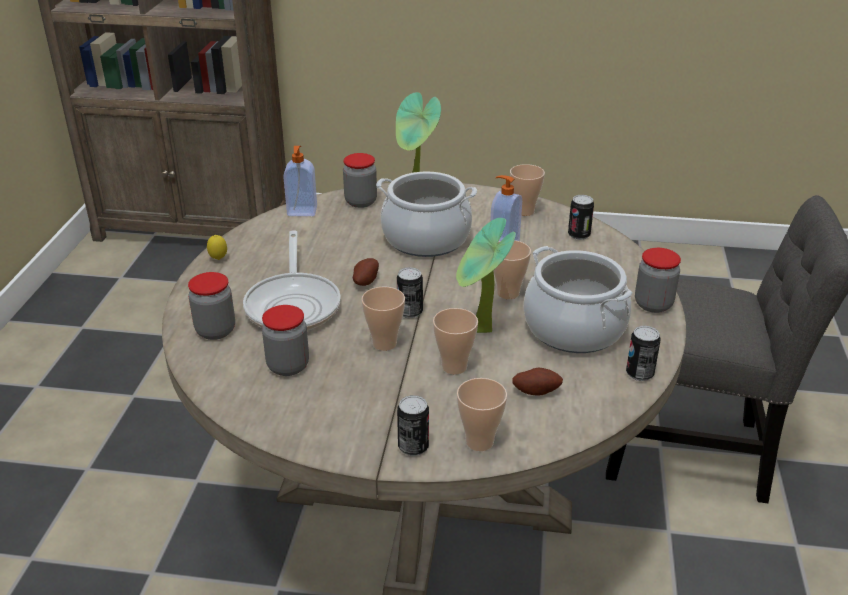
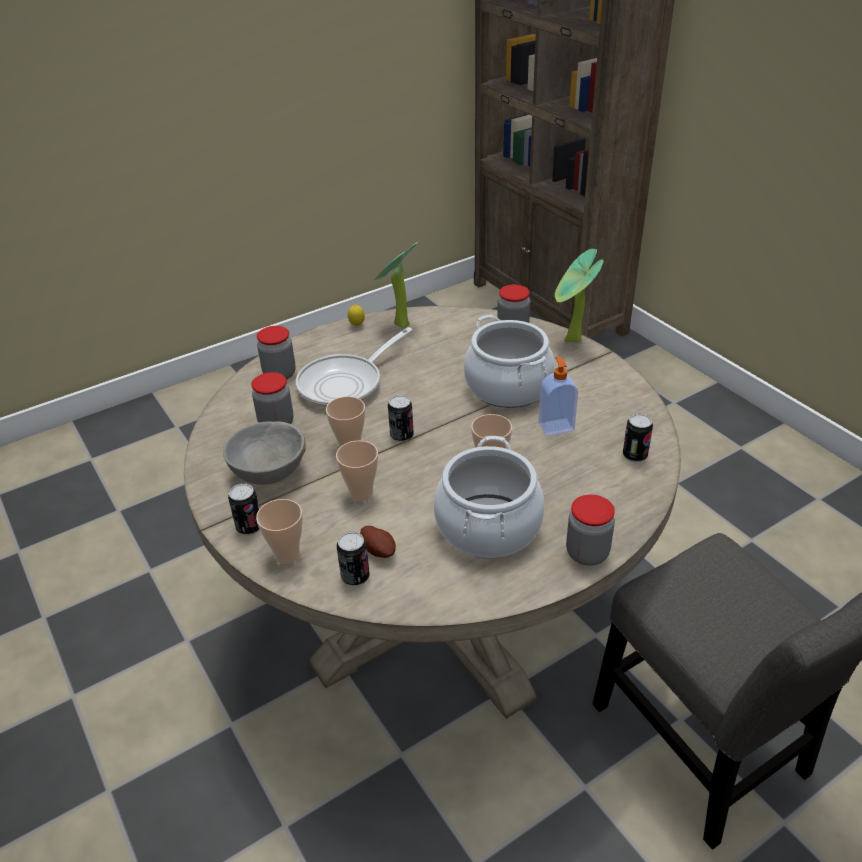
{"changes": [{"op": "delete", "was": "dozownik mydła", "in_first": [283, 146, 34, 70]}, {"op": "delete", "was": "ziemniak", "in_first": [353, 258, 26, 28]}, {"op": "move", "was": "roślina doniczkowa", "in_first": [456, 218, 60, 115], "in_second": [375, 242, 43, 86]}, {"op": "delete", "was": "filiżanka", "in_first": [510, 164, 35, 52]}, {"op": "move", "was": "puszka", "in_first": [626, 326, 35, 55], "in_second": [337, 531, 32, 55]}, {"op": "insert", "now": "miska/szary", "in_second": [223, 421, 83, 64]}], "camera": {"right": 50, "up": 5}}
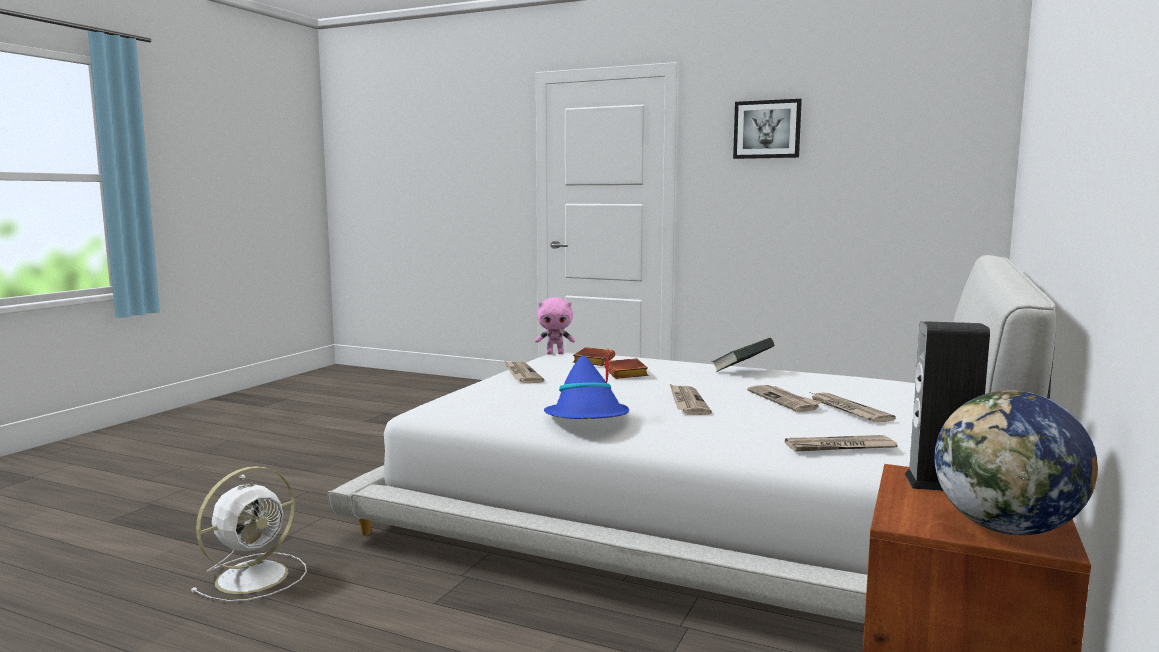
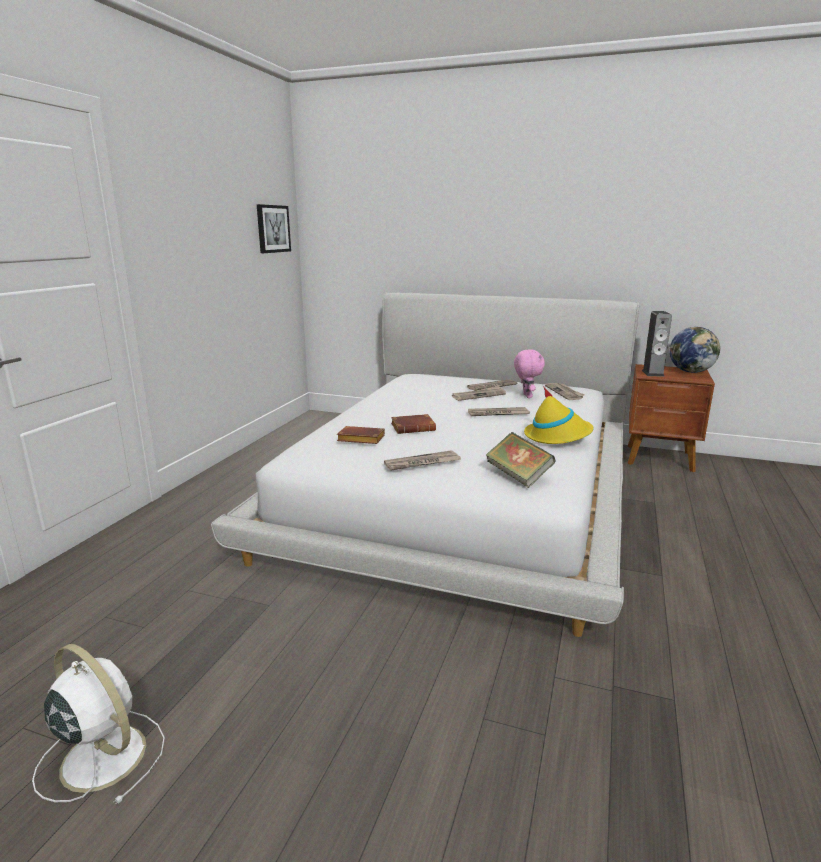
{"changes": [{"op": "move", "was": "wentylator/biały", "in_first": [190, 466, 117, 136], "in_second": [32, 644, 133, 161]}, {"op": "move", "was": "pluszak/różowy", "in_first": [535, 297, 40, 57], "in_second": [514, 349, 31, 49]}, {"op": "recolor", "was": "kapelusz/niebieski", "now": "kapelusz/żółty", "in_first": [544, 351, 85, 68], "in_second": [524, 386, 70, 58]}, {"op": "move", "was": "książka", "in_first": [712, 337, 63, 35], "in_second": [486, 432, 69, 56]}, {"op": "move", "was": "obraz", "in_first": [733, 99, 69, 60], "in_second": [257, 204, 34, 49]}], "camera": {"right": -95, "up": 10}}
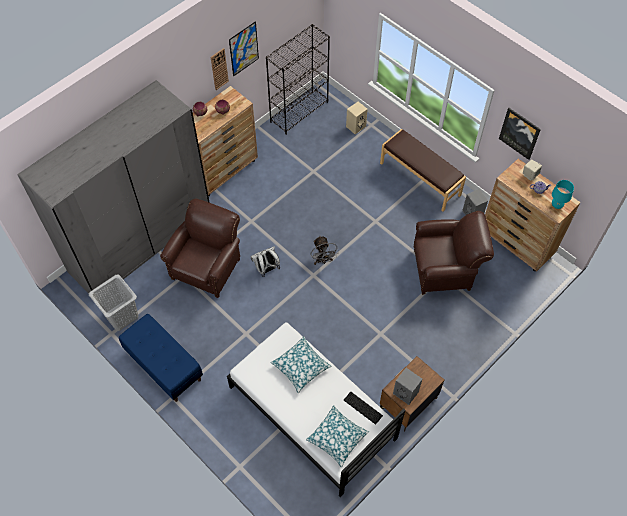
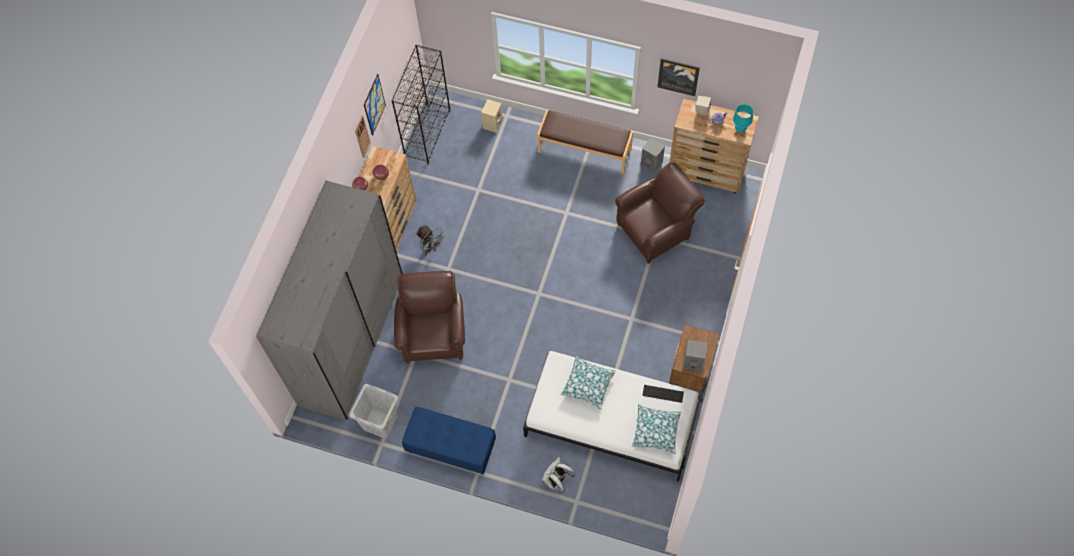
{"changes": [{"op": "move", "was": "plecak/biały", "in_first": [251, 246, 29, 30], "in_second": [542, 457, 33, 36]}, {"op": "move", "was": "wentylator/szary", "in_first": [311, 236, 28, 29], "in_second": [416, 225, 30, 31]}], "camera": {"right": -25, "up": 5}}
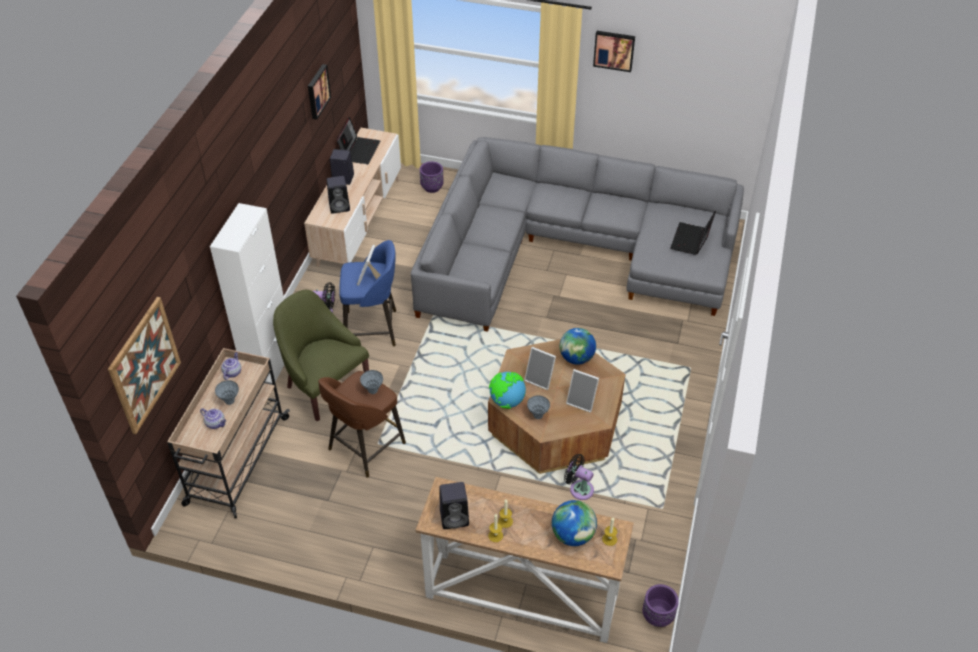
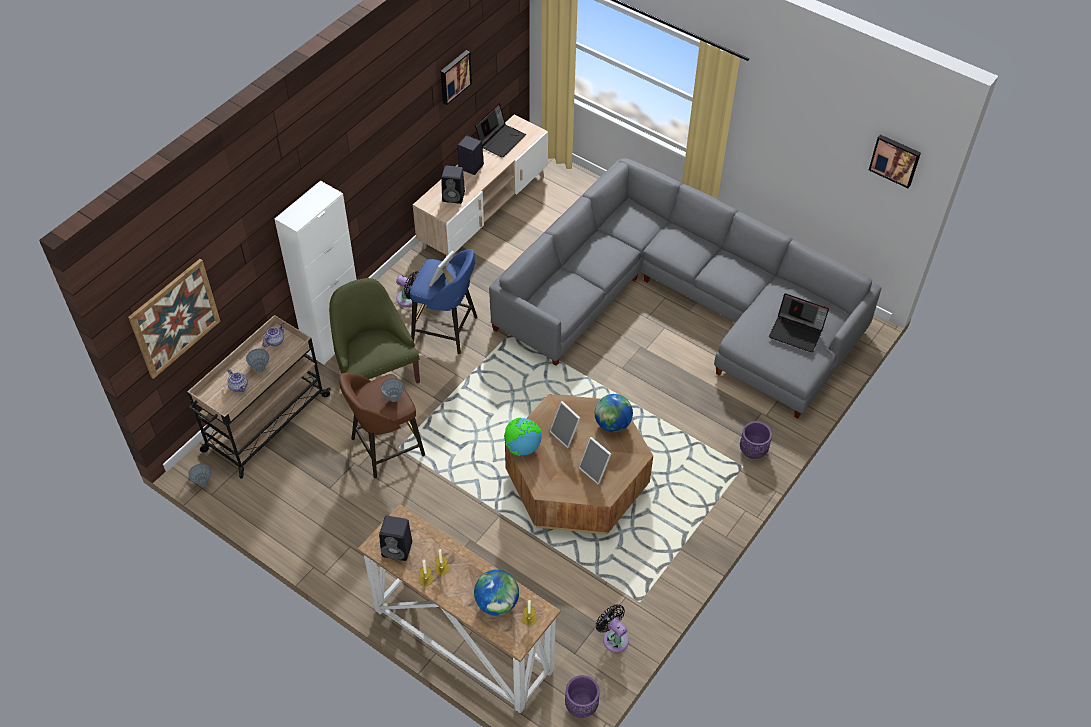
{"changes": [{"op": "move", "was": "donica/fioletowy", "in_first": [420, 161, 24, 32], "in_second": [740, 421, 32, 38]}, {"op": "move", "was": "wazon/szary", "in_first": [527, 395, 23, 24], "in_second": [188, 464, 23, 23]}, {"op": "move", "was": "wentylator/czarny", "in_first": [564, 454, 30, 46], "in_second": [595, 604, 34, 48]}, {"op": "move", "was": "obraz", "in_first": [593, 31, 42, 41], "in_second": [869, 134, 52, 54]}, {"op": "rotate", "was": "laptop", "in_first": [671, 210, 45, 45], "in_second": [769, 293, 60, 59], "clockwise": -105}], "camera": {"right": 20, "up": 5}}
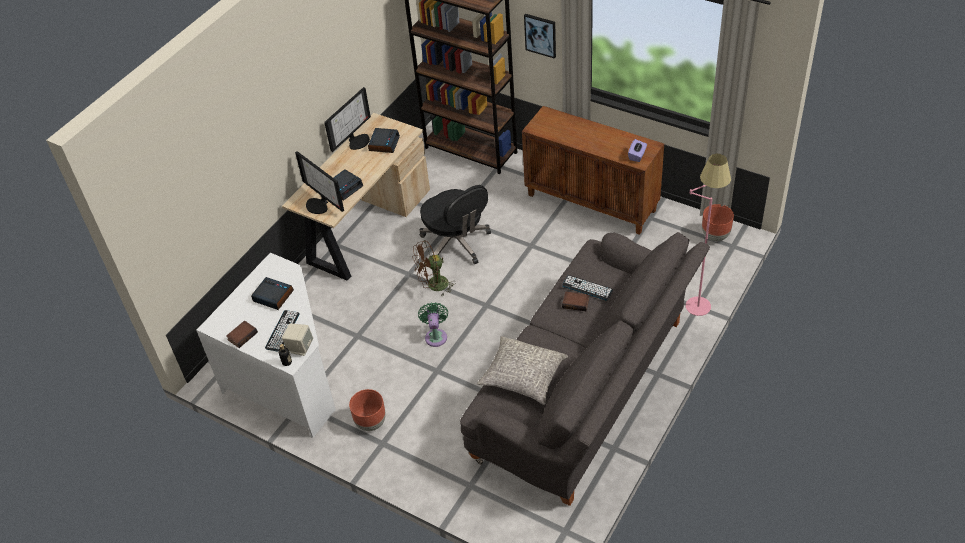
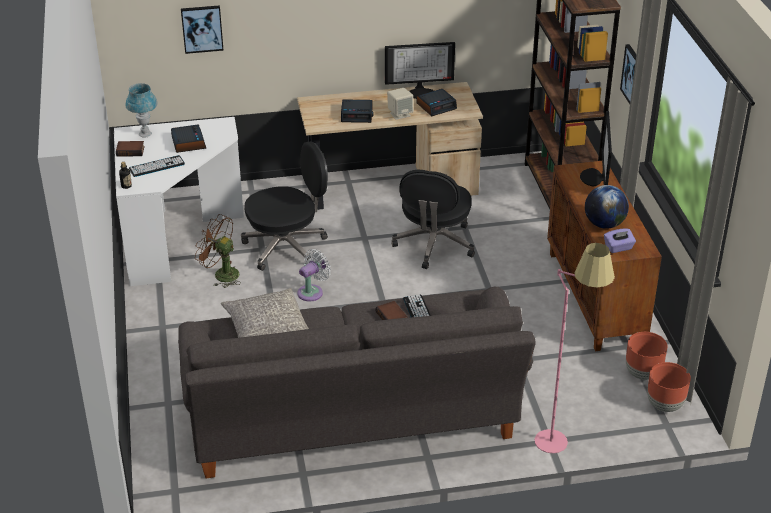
{"changes": [{"op": "move", "was": "głośnik/beżowy", "in_first": [282, 324, 31, 32], "in_second": [387, 88, 27, 32]}, {"op": "move", "was": "monitor", "in_first": [295, 151, 49, 63], "in_second": [580, 111, 32, 75]}, {"op": "move", "was": "donica/brązowy", "in_first": [349, 389, 37, 42], "in_second": [626, 332, 41, 48]}, {"op": "move", "was": "wentylator/brązowy", "in_first": [413, 240, 43, 56], "in_second": [195, 214, 46, 74]}, {"op": "recolor", "was": "wentylator/zielony", "now": "wentylator/biały", "in_first": [418, 302, 30, 45], "in_second": [298, 249, 33, 52]}, {"op": "insert", "now": "lampa stołowa/niebieski", "in_second": [126, 83, 32, 55]}, {"op": "insert", "now": "obraz", "in_second": [181, 5, 43, 49]}, {"op": "insert", "now": "krzesło biurowe/czarny", "in_second": [241, 141, 87, 130]}, {"op": "insert", "now": "globus", "in_second": [585, 185, 44, 44]}], "camera": {"right": 45, "up": -10}}
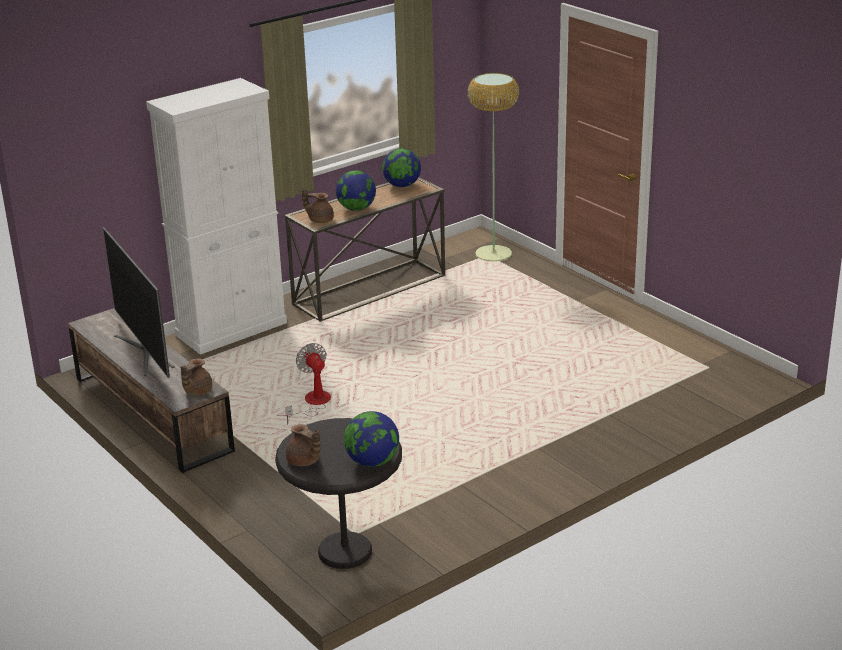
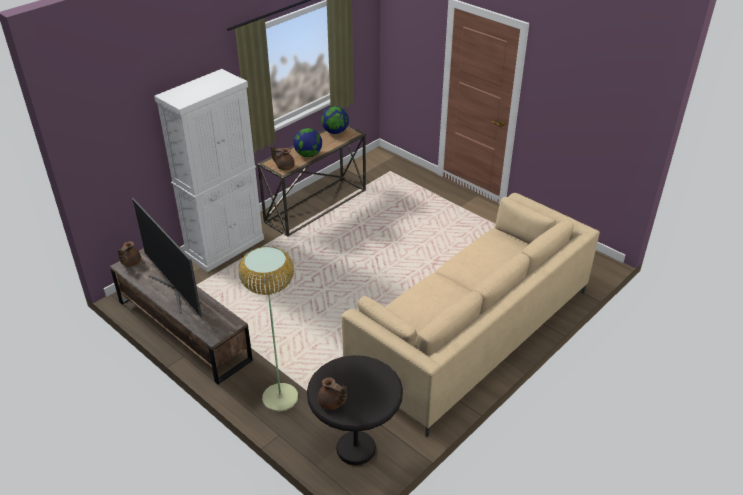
{"changes": [{"op": "move", "was": "imbryk/brązowy", "in_first": [181, 359, 31, 36], "in_second": [118, 241, 23, 25]}, {"op": "delete", "was": "wentylator", "in_first": [285, 343, 46, 82]}, {"op": "delete", "was": "globus", "in_first": [344, 411, 55, 56]}, {"op": "move", "was": "lampa stojąca", "in_first": [468, 73, 51, 189], "in_second": [238, 246, 60, 166]}, {"op": "insert", "now": "kanapa/beżowy", "in_second": [342, 193, 258, 244]}], "camera": {"right": -10, "up": 10}}
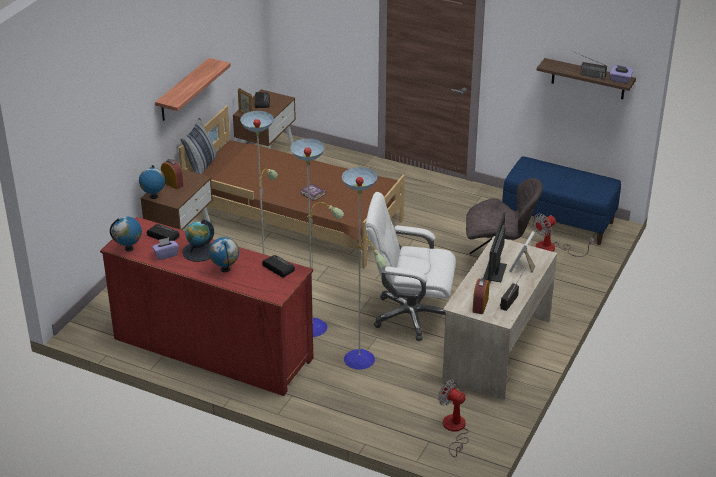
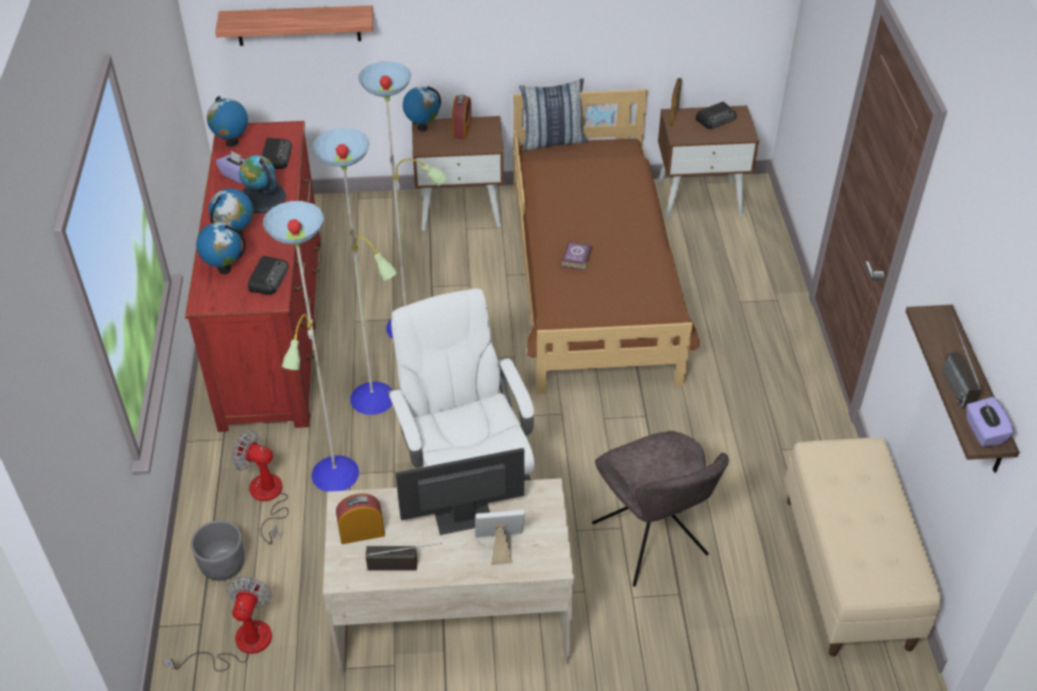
{"changes": [{"op": "move", "was": "półka", "in_first": [155, 58, 76, 63], "in_second": [215, 5, 158, 41]}, {"op": "recolor", "was": "ławka/niebieski", "now": "ławka/beżowy", "in_first": [502, 156, 119, 89], "in_second": [784, 438, 157, 218]}, {"op": "move", "was": "wentylator", "in_first": [533, 214, 61, 43], "in_second": [232, 430, 57, 114]}, {"op": "insert", "now": "donica/szary", "in_second": [191, 520, 54, 61]}, {"op": "insert", "now": "globus", "in_second": [196, 222, 50, 52]}], "camera": {"right": 60, "up": 10}}
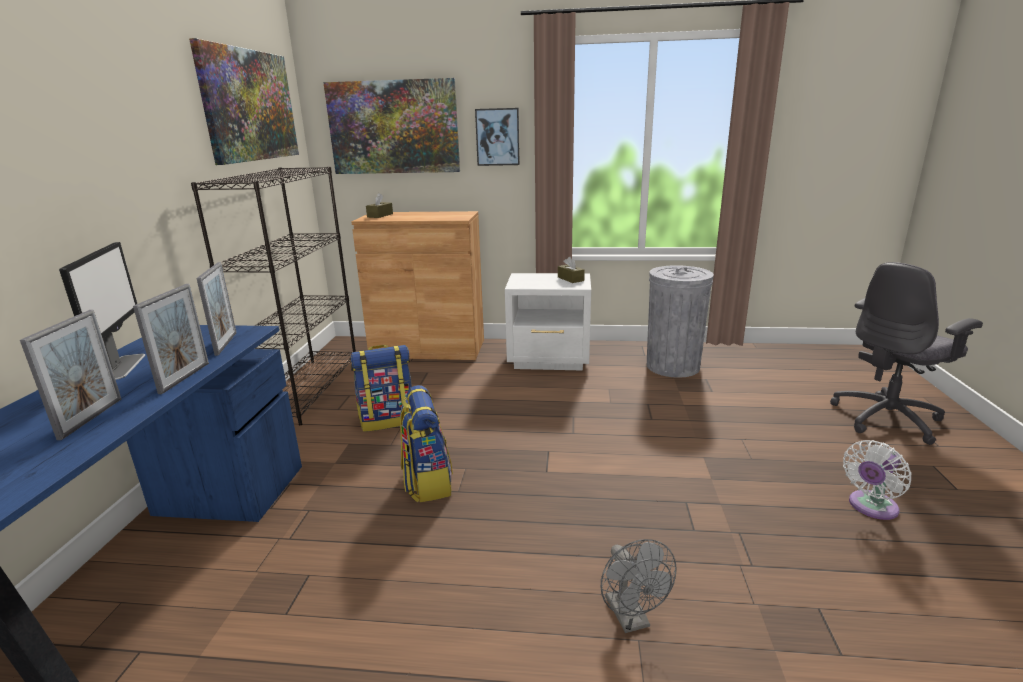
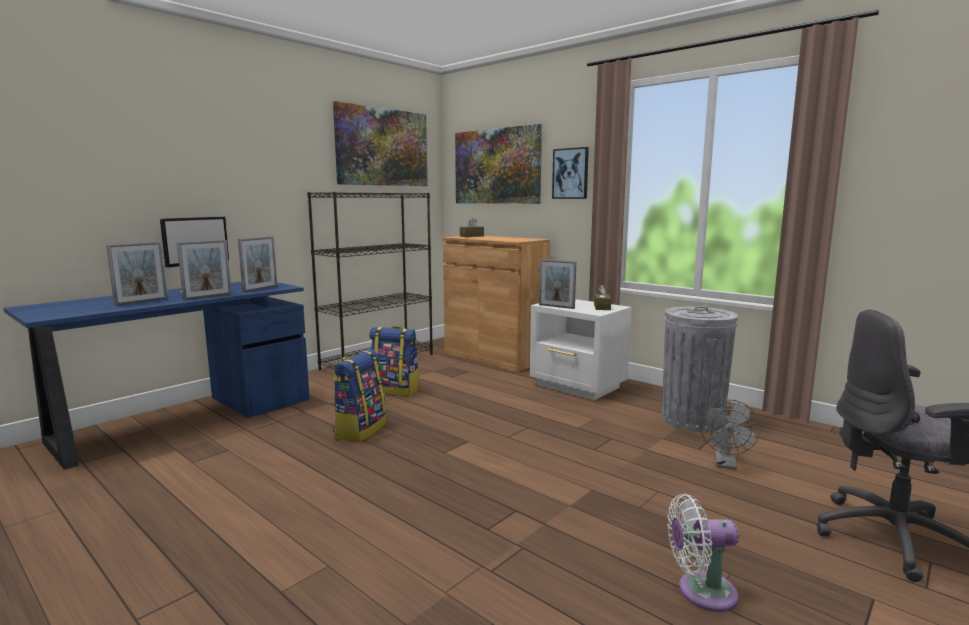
{"changes": [{"op": "move", "was": "wentylator/szary", "in_first": [601, 539, 76, 94], "in_second": [700, 399, 61, 71]}, {"op": "insert", "now": "ramka na zdjęcie", "in_second": [539, 259, 37, 50]}], "camera": {"right": 35, "up": -10}}
